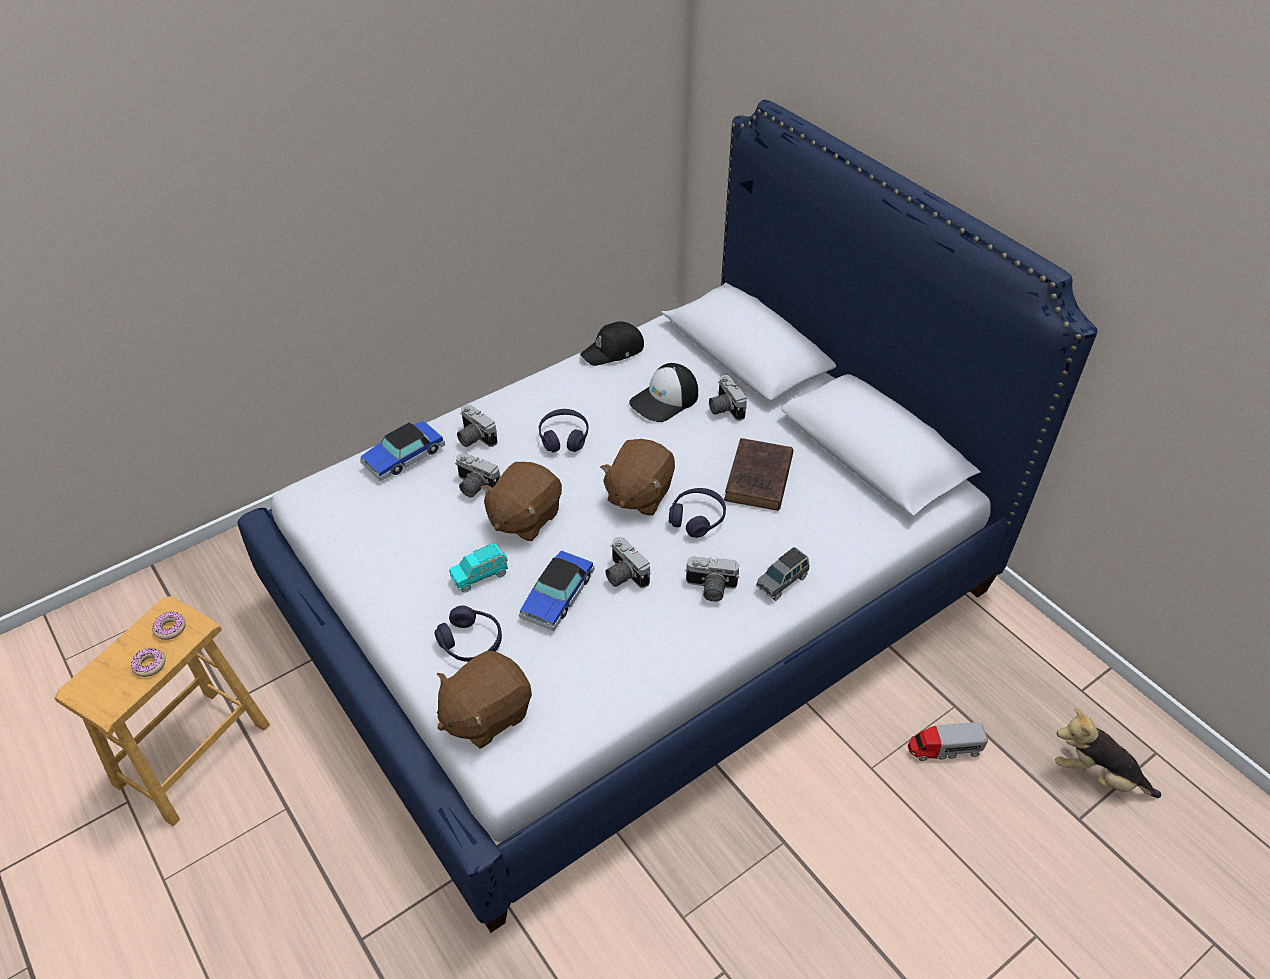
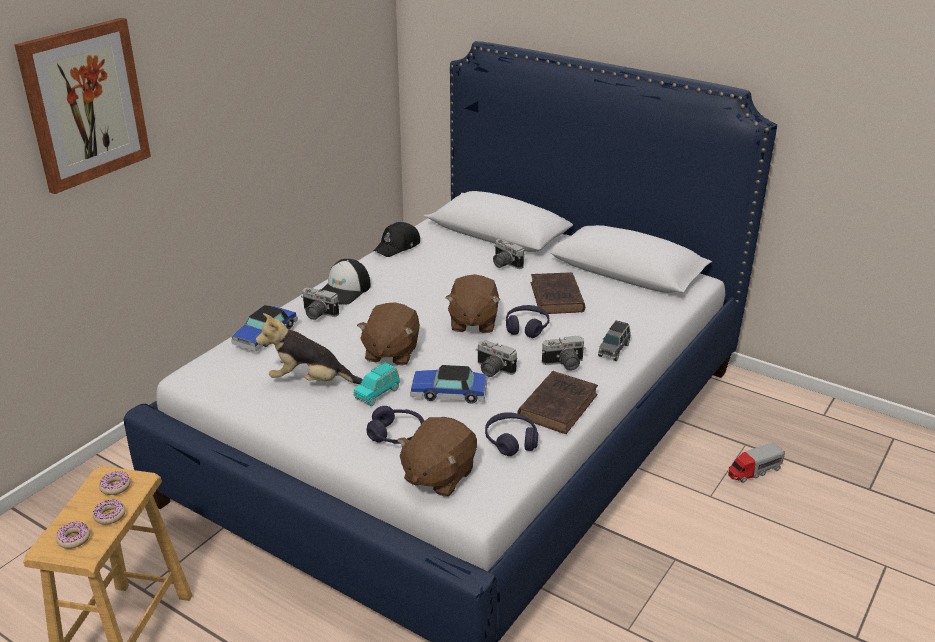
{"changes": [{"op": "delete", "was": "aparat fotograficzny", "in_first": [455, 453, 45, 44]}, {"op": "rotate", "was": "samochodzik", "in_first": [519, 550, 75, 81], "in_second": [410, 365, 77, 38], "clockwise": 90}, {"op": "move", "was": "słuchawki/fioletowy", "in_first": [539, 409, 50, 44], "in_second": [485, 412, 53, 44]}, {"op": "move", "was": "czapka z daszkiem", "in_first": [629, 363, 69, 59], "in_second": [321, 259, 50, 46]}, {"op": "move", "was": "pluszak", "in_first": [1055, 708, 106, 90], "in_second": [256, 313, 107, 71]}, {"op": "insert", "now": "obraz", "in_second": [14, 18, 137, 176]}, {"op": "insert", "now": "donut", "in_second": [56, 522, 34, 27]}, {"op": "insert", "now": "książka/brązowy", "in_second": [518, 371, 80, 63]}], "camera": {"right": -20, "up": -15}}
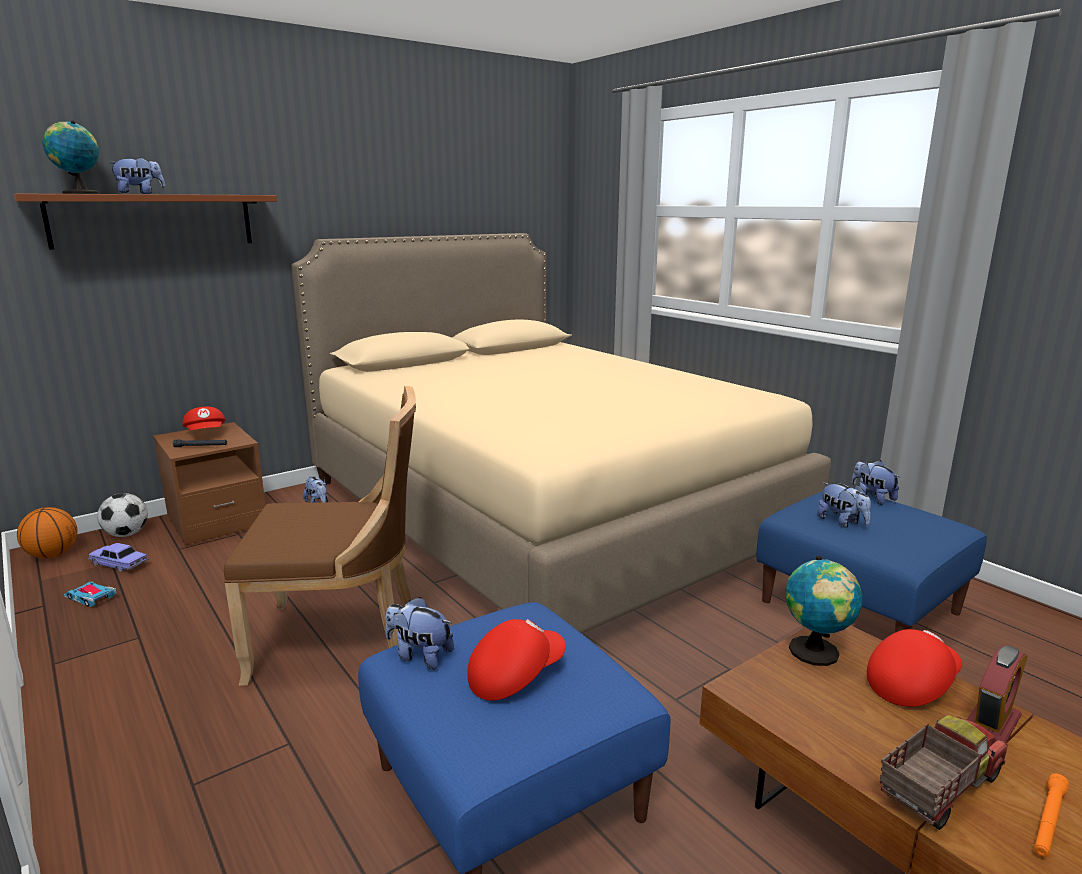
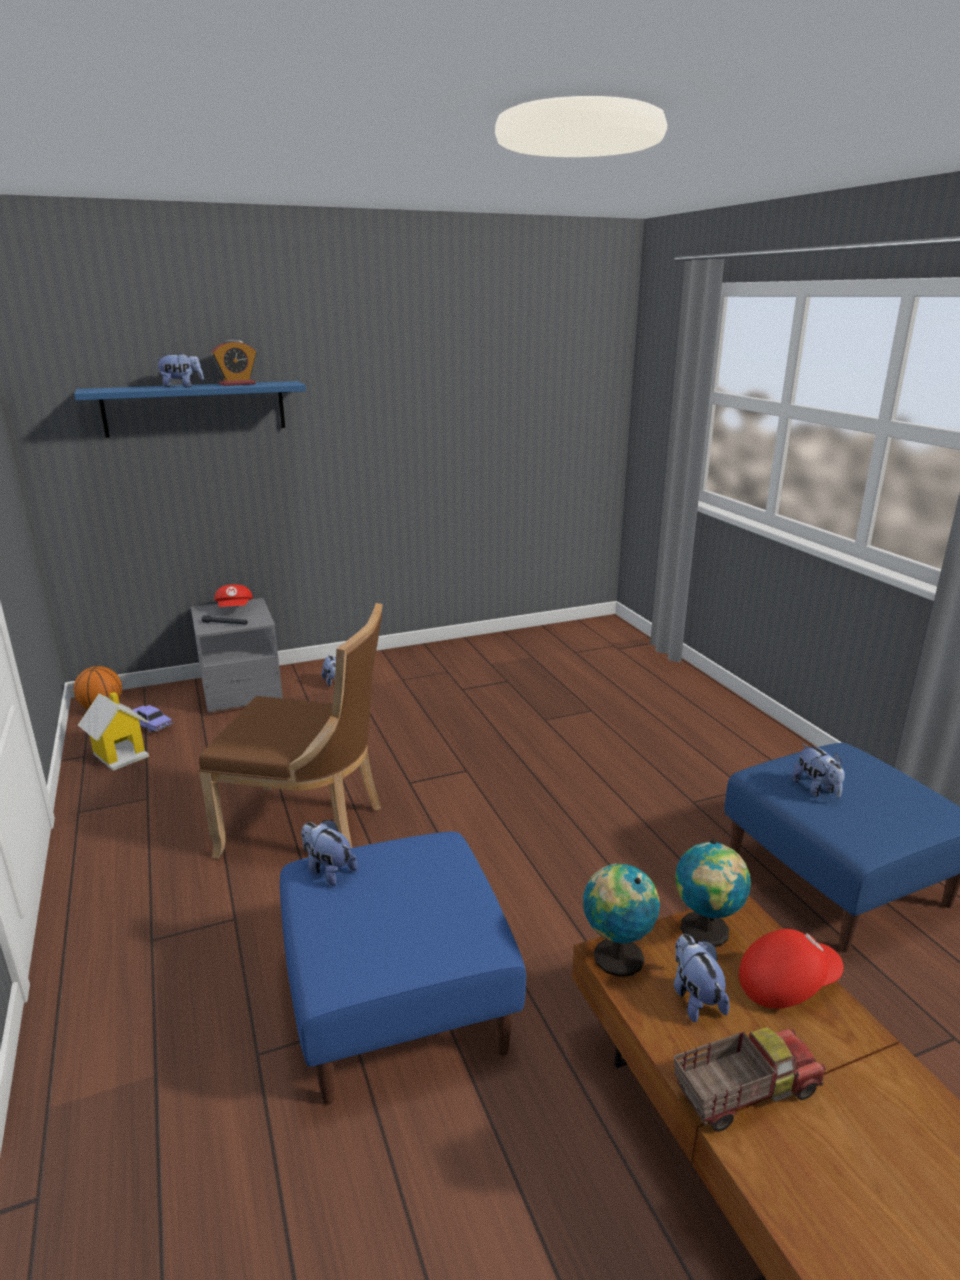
{"changes": [{"op": "recolor", "was": "półka/brązowy", "now": "półka/niebieski", "in_first": [13, 194, 264, 56], "in_second": [74, 381, 232, 57]}, {"op": "move", "was": "globus", "in_first": [42, 121, 57, 73], "in_second": [583, 864, 77, 113]}, {"op": "replace", "was": "samochodzik", "now": "domek", "in_first": [64, 582, 52, 25], "in_second": [78, 692, 71, 79]}, {"op": "delete", "was": "piłka futbolowa", "in_first": [97, 493, 51, 44]}, {"op": "recolor", "was": "szafka nocna/brązowy", "now": "szafka nocna/szary", "in_first": [153, 422, 113, 123], "in_second": [191, 598, 92, 115]}, {"op": "delete", "was": "łóżko/beżowy", "in_first": [291, 233, 540, 401]}, {"op": "delete", "was": "czapka z daszkiem/czerwony", "in_first": [467, 619, 99, 82]}, {"op": "move", "was": "pluszak", "in_first": [852, 460, 48, 45], "in_second": [674, 934, 55, 89]}, {"op": "move", "was": "budzik", "in_first": [967, 645, 60, 98], "in_second": [211, 339, 46, 47]}, {"op": "delete", "was": "latarka/pomarańczowy", "in_first": [1034, 773, 35, 84]}], "camera": {"right": 15, "up": 5}}
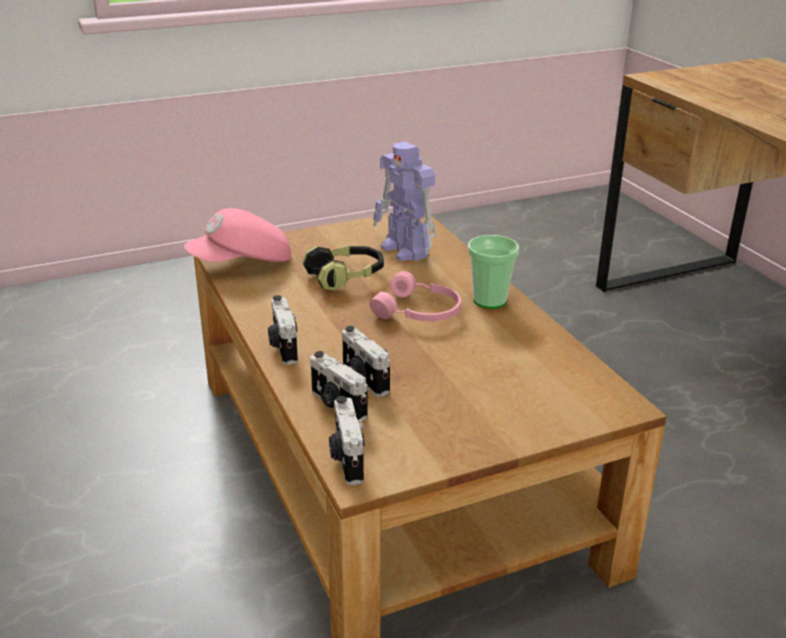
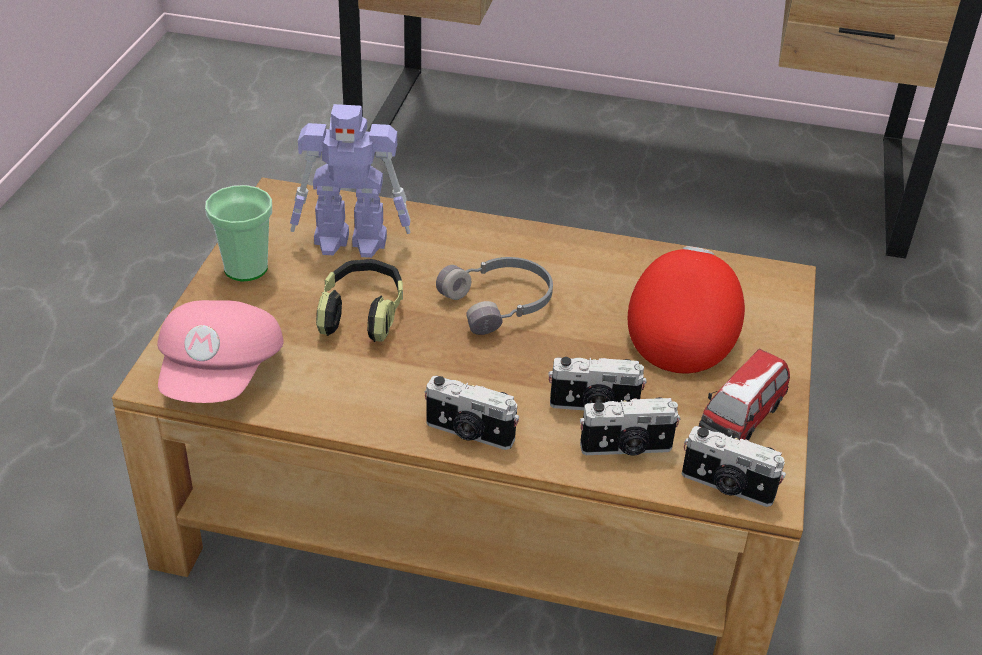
{"changes": [{"op": "recolor", "was": "słuchawki/różowy", "now": "słuchawki/szary", "in_first": [370, 271, 91, 50], "in_second": [436, 257, 117, 78]}, {"op": "move", "was": "filiżanka", "in_first": [468, 235, 51, 74], "in_second": [205, 185, 67, 96]}, {"op": "insert", "now": "czapka z daszkiem/czerwony", "in_second": [628, 246, 117, 127]}, {"op": "insert", "now": "samochodzik", "in_second": [699, 349, 91, 91]}], "camera": {"right": -55, "up": 10}}
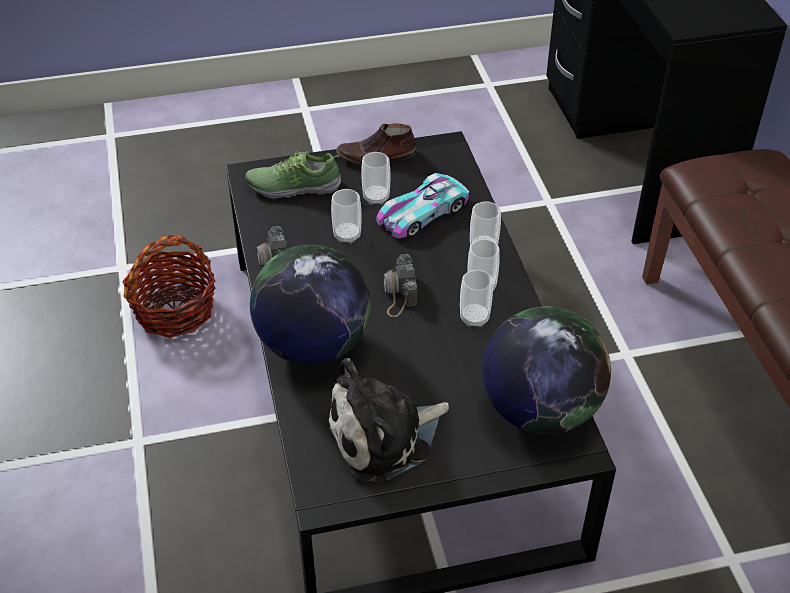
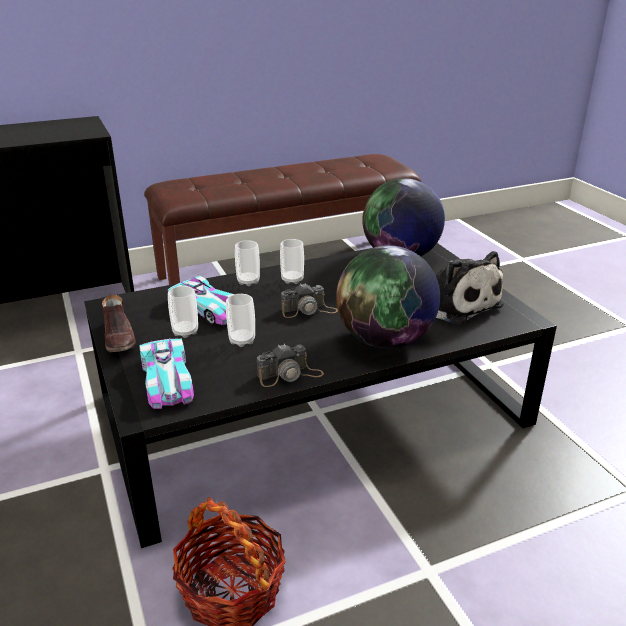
{"changes": [{"op": "replace", "was": "but", "now": "samochodzik", "in_first": [245, 151, 96, 48], "in_second": [140, 338, 54, 71]}, {"op": "delete", "was": "filiżanka", "in_first": [460, 270, 33, 57]}], "camera": {"right": -100, "up": -15}}
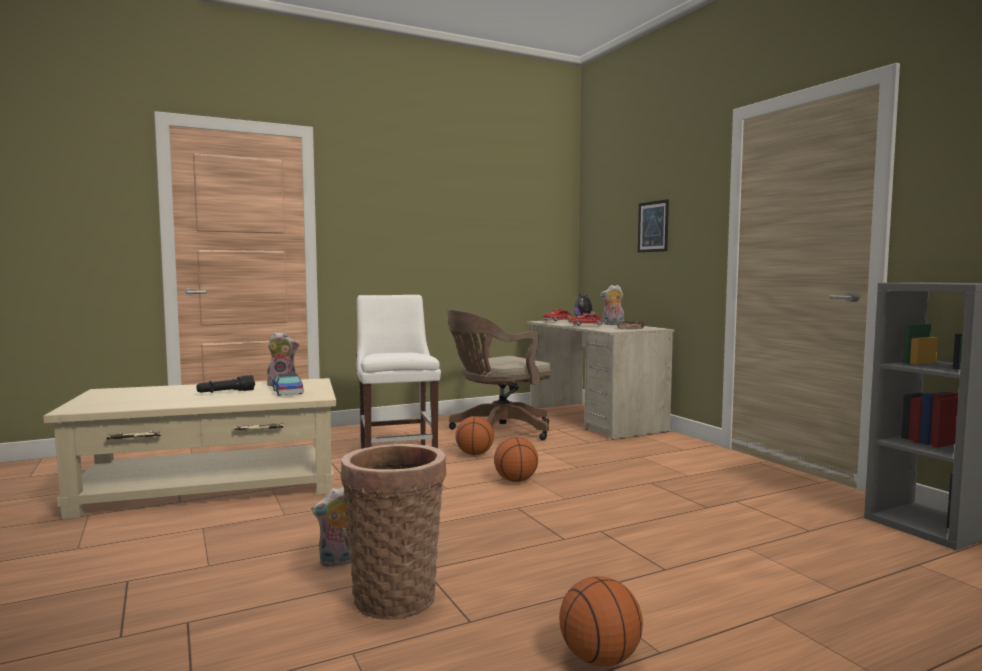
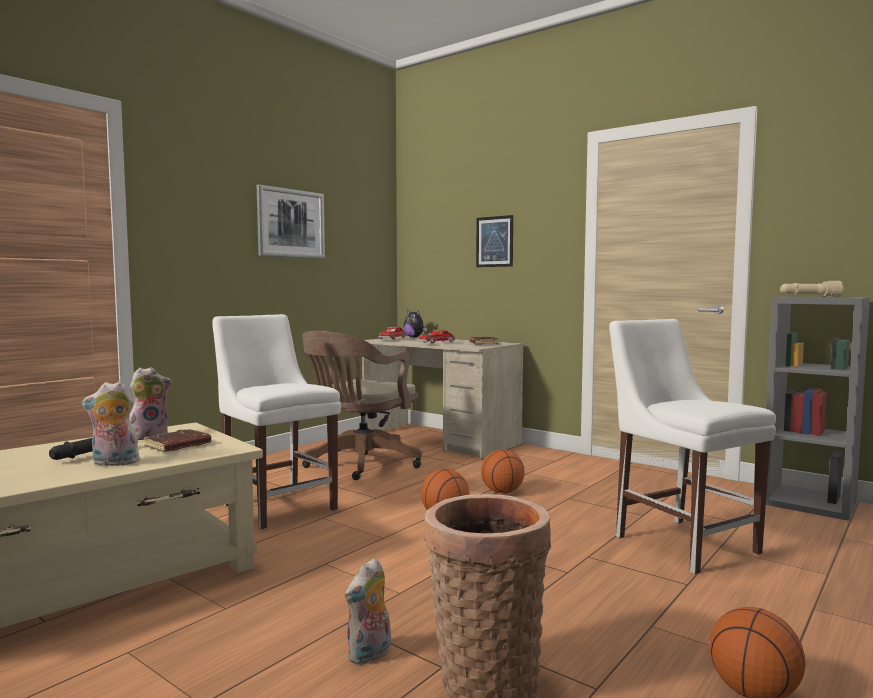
{"changes": [{"op": "replace", "was": "samochodzik", "now": "książka/brązowy", "in_first": [272, 373, 32, 23], "in_second": [144, 429, 67, 23]}, {"op": "move", "was": "piłka do koszykówki", "in_first": [456, 416, 38, 39], "in_second": [481, 449, 44, 44]}, {"op": "move", "was": "pluszak", "in_first": [600, 285, 24, 40], "in_second": [82, 381, 58, 86]}, {"op": "insert", "now": "obraz", "in_second": [257, 184, 68, 75]}, {"op": "insert", "now": "krzesło/biały", "in_second": [609, 319, 167, 255]}, {"op": "insert", "now": "latarka/beżowy", "in_second": [780, 281, 64, 16]}], "camera": {"right": -25, "up": 0}}
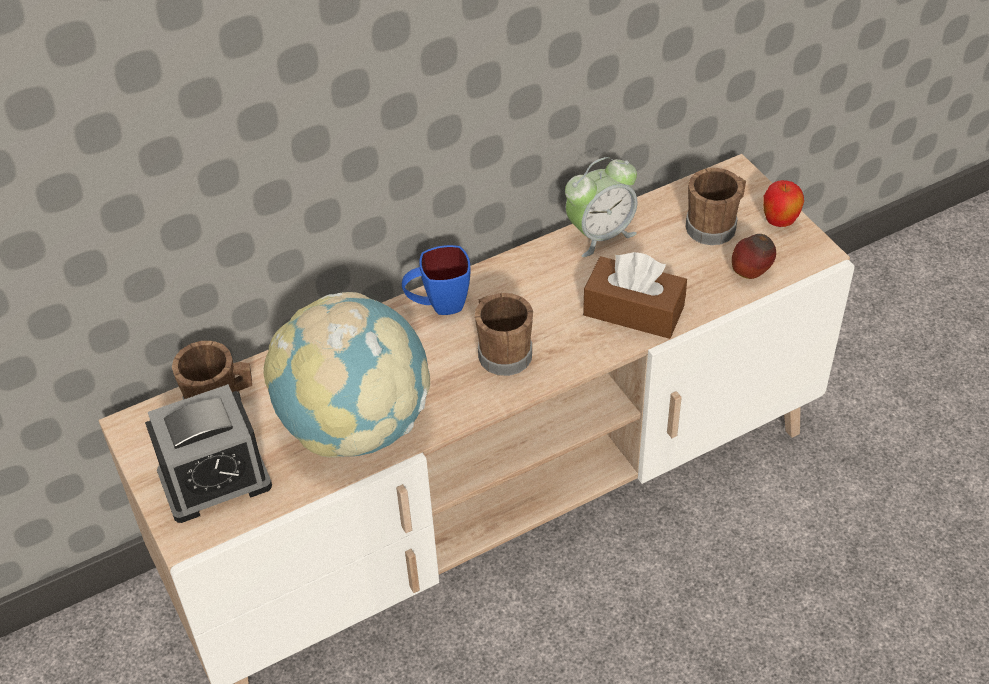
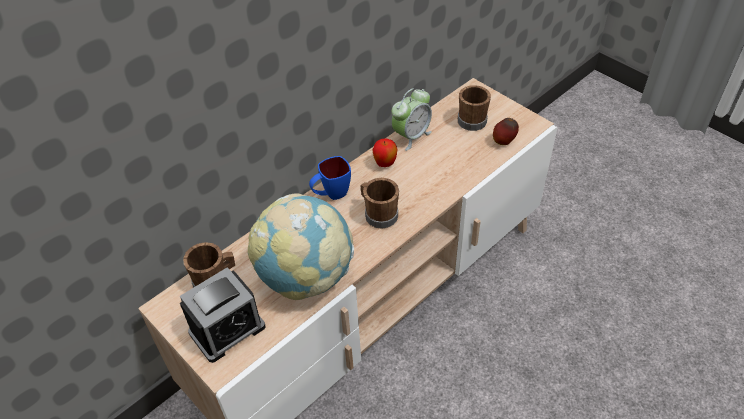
{"changes": [{"op": "delete", "was": "pudełko chusteczek/brązowy", "in_first": [583, 252, 104, 87]}, {"op": "move", "was": "jabłko", "in_first": [763, 180, 41, 47], "in_second": [373, 139, 24, 28]}], "camera": {"right": -15, "up": 0}}
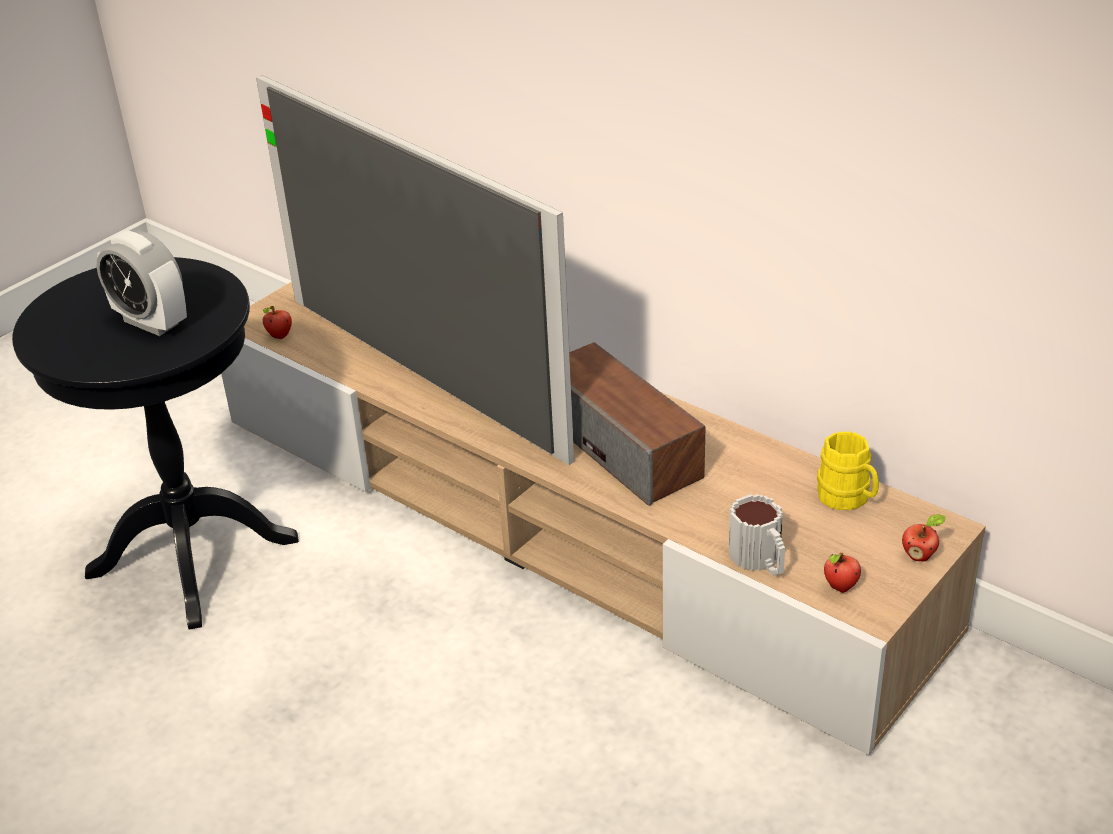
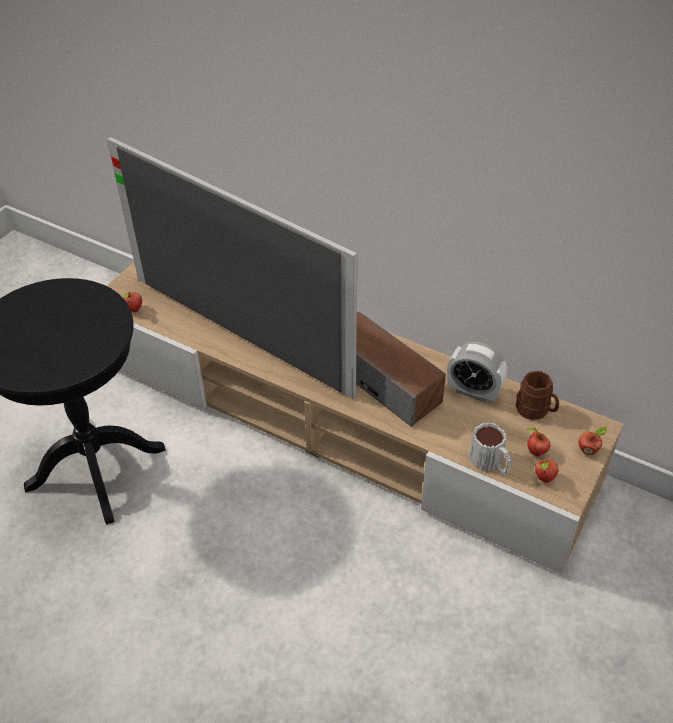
{"changes": [{"op": "move", "was": "budzik", "in_first": [96, 230, 91, 106], "in_second": [447, 342, 60, 61]}, {"op": "recolor", "was": "kubek/żółty", "now": "kubek/brązowy", "in_first": [817, 432, 62, 78], "in_second": [516, 371, 43, 49]}, {"op": "insert", "now": "jabłko", "in_second": [527, 427, 23, 29]}], "camera": {"right": -10, "up": 10}}
